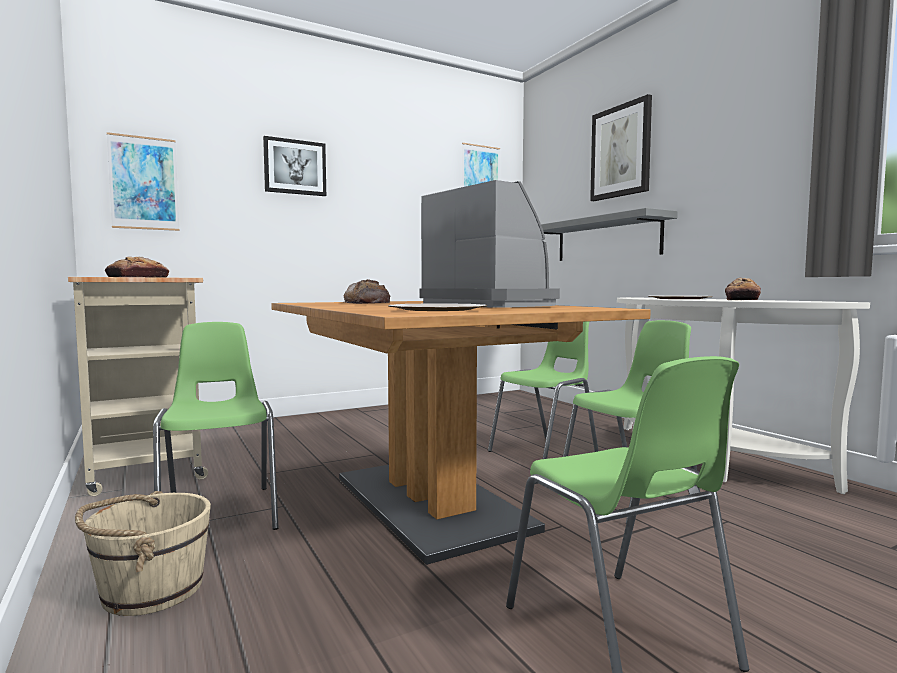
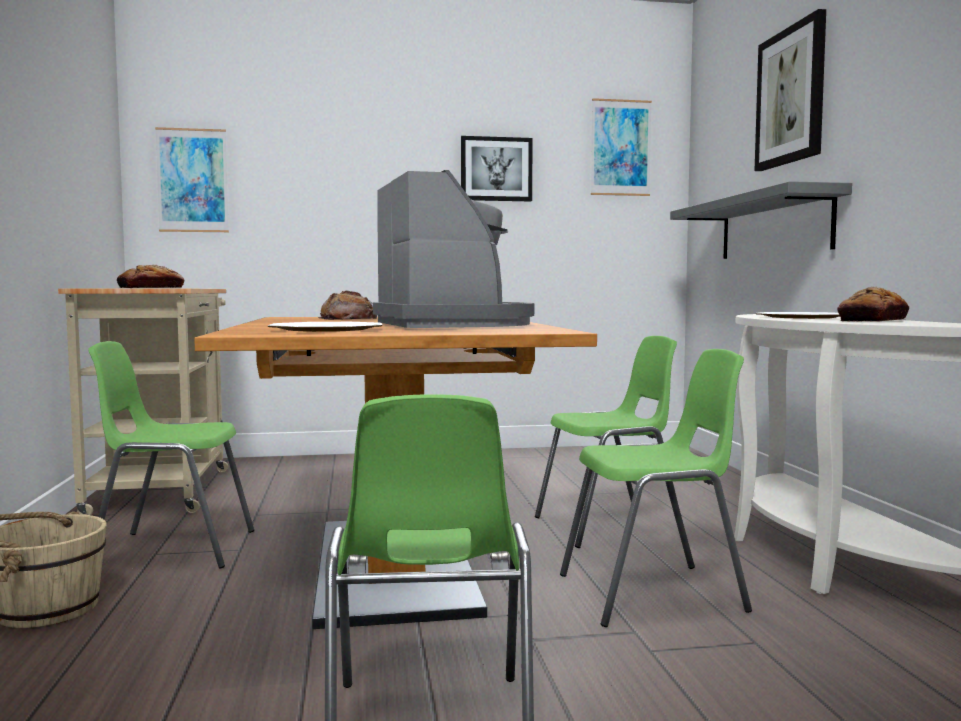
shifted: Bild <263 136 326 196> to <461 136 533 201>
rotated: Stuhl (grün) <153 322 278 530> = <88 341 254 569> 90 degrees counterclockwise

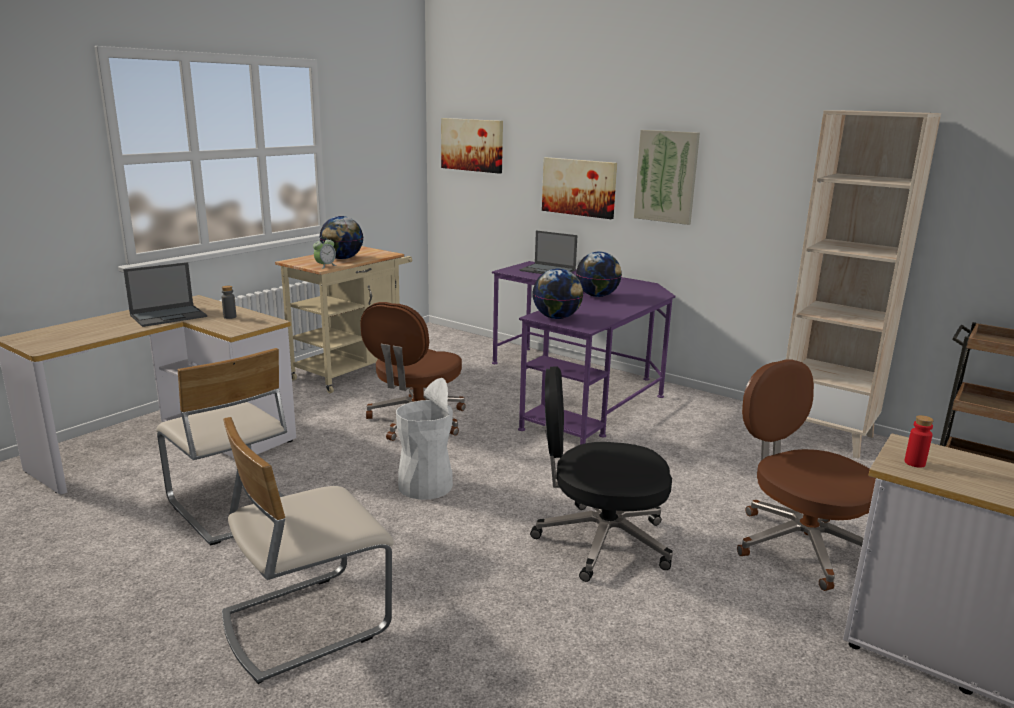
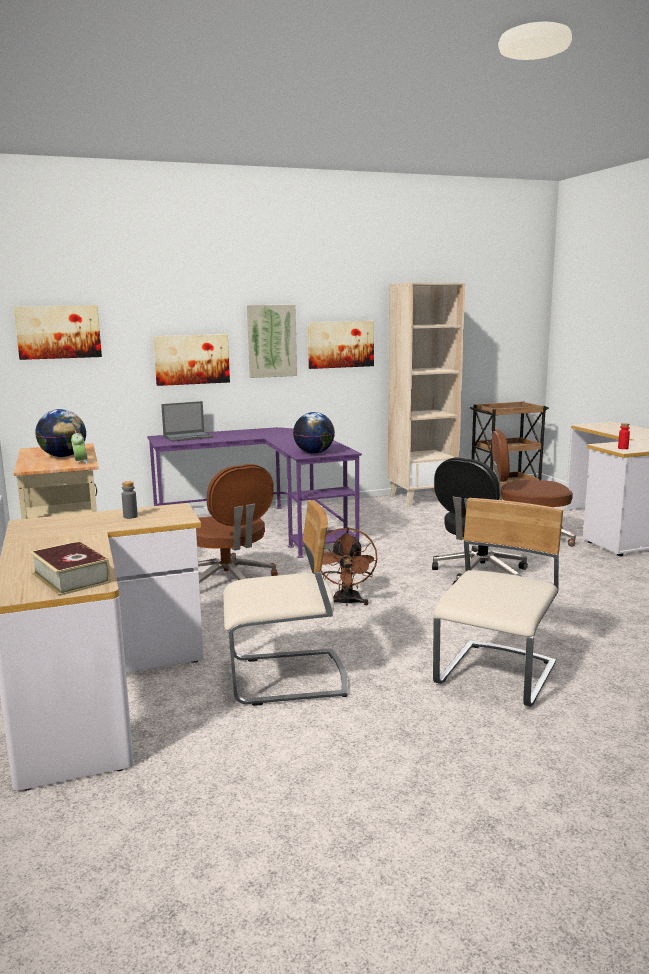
gone: Laptop <123 262 207 327>; Globus <576 251 622 297>
new: Buch <29 541 111 596>; Bild <308 321 374 369>
swapped: Mülleimer (weiß) <396 378 453 500> to Ventilator (braun) <321 527 377 606>
rotated: Stuhl (beige) <222 417 394 684> = <433 498 563 707> 150 degrees counterclockwise

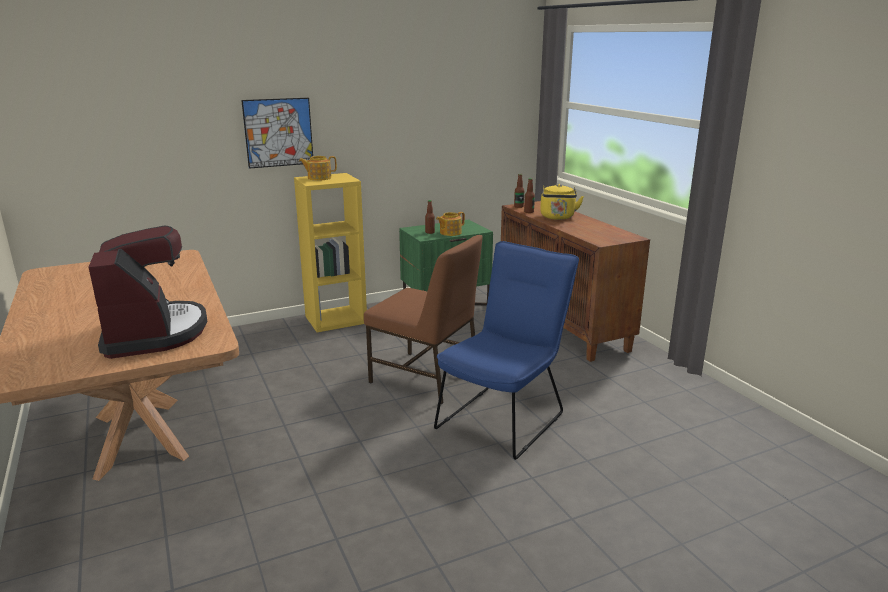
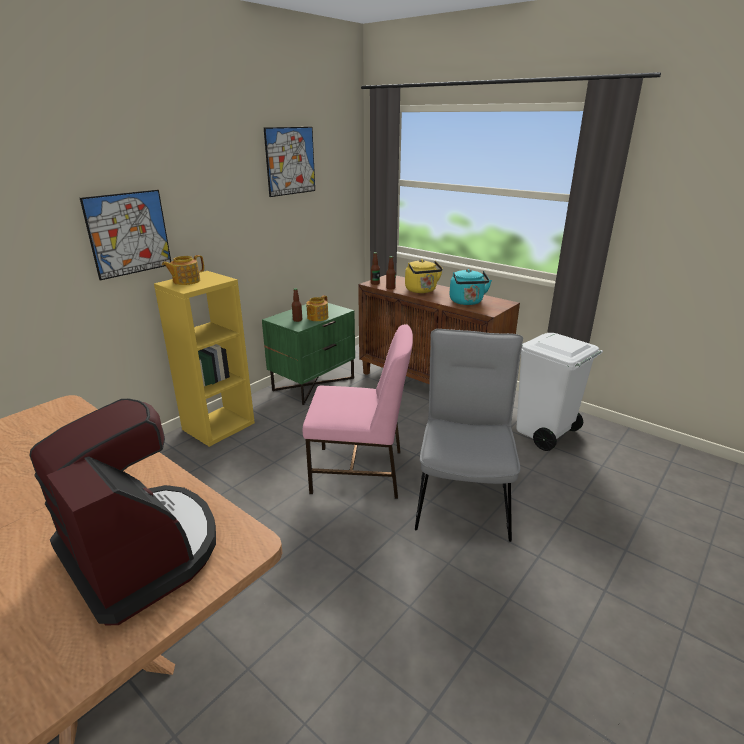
new: Bild <264 127 315 197>; Wasserkessel (türkis) <449 269 492 305>; Mülleimer (weiß) <516 333 603 451>
repainted: Stuhl (braun) <364 235 483 404> to Stuhl (rosa) <303 324 413 499>; Stuhl (blau) <434 241 579 460> to Stuhl (grau) <415 329 523 542>

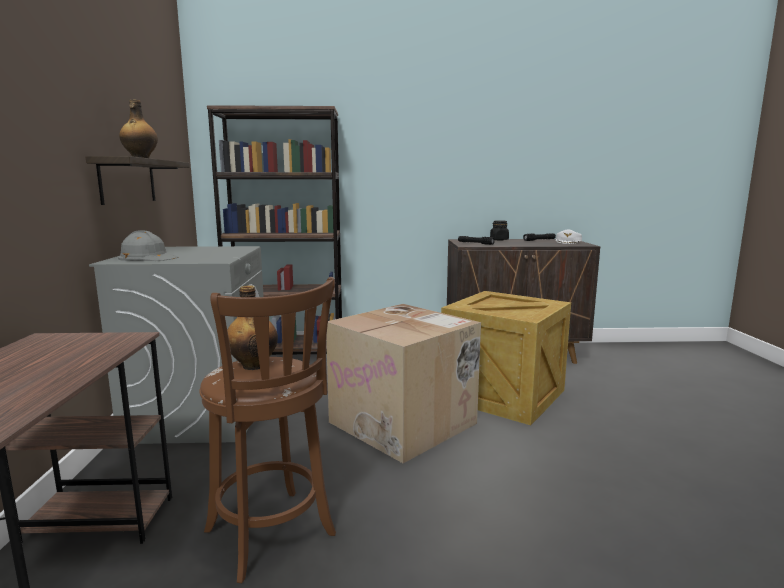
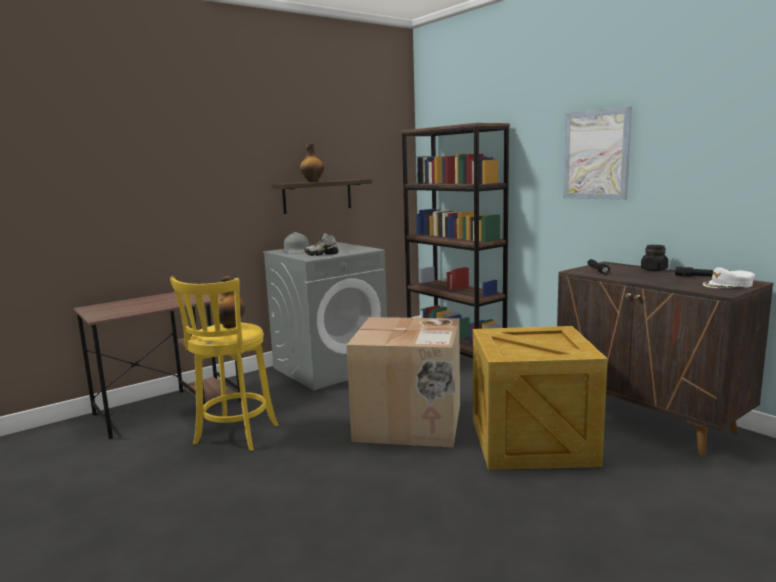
new: Schuh <304 233 339 256>; Bild <563 106 632 200>
repainted: Hocker (braun) <199 277 336 583> to Hocker (gelb) <170 276 279 451>

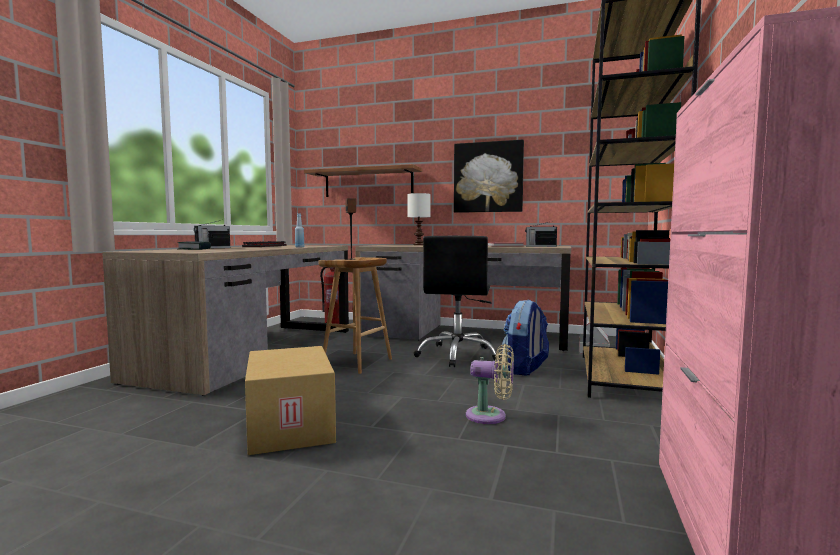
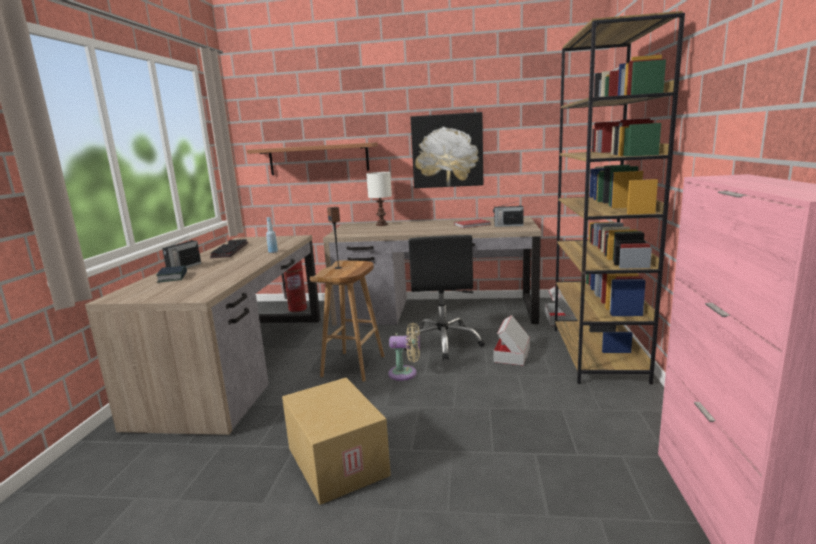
shifted: Ventilator (beige) <466 344 514 424> to <388 323 420 381>
swapped: Rucksack <501 300 549 376> to Karton <493 315 530 366>

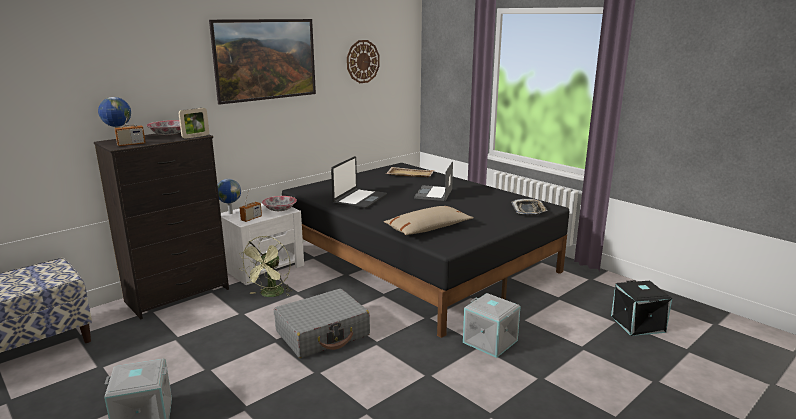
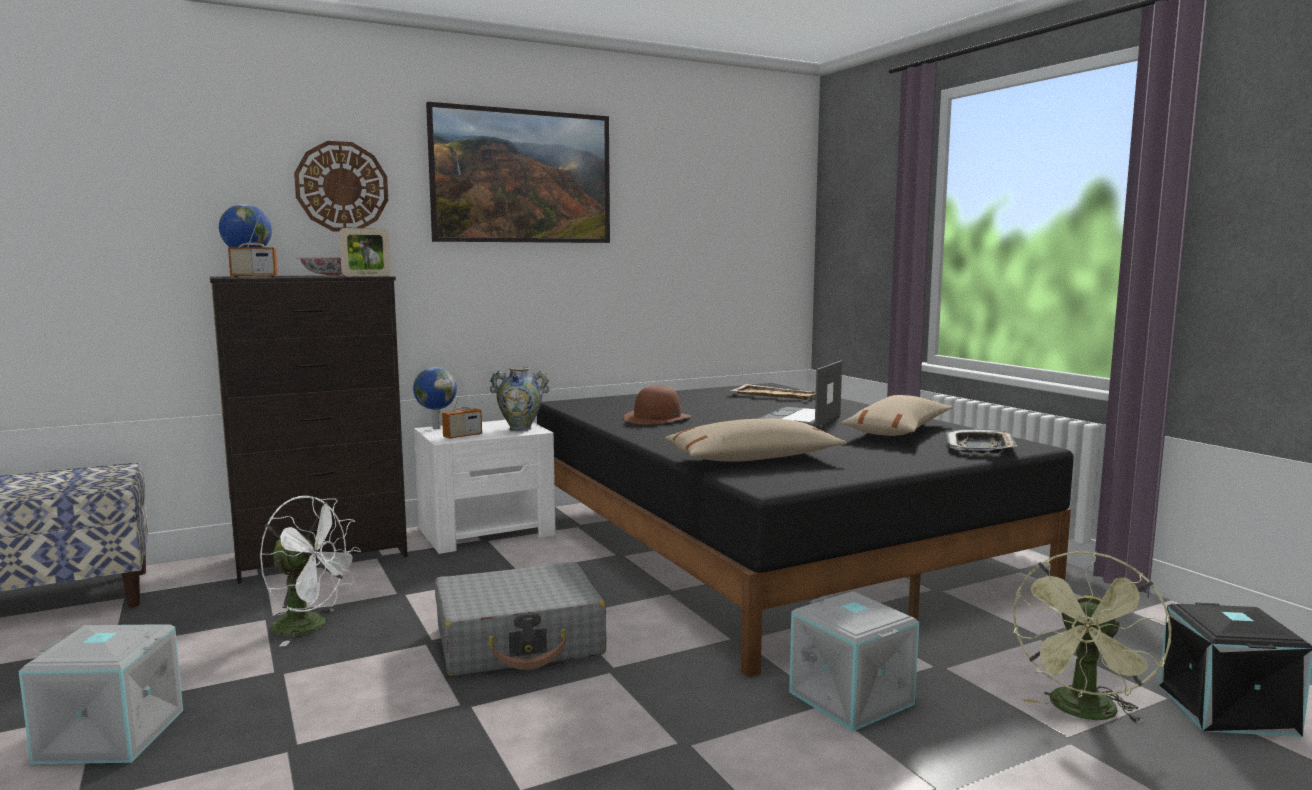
new: Ventilator (weiß) <259 496 361 647>; Kissen (beige) <841 395 953 436>
shifted: Ventilator (grün) <239 236 293 297> to <1012 551 1171 724>; Wanduhr <347 40 380 83> to <294 141 388 232>
swapped: Schüssel <262 196 297 211> to Vase <490 366 550 431>; Laptop <331 156 387 209> to Hut (braun) <623 385 691 425>

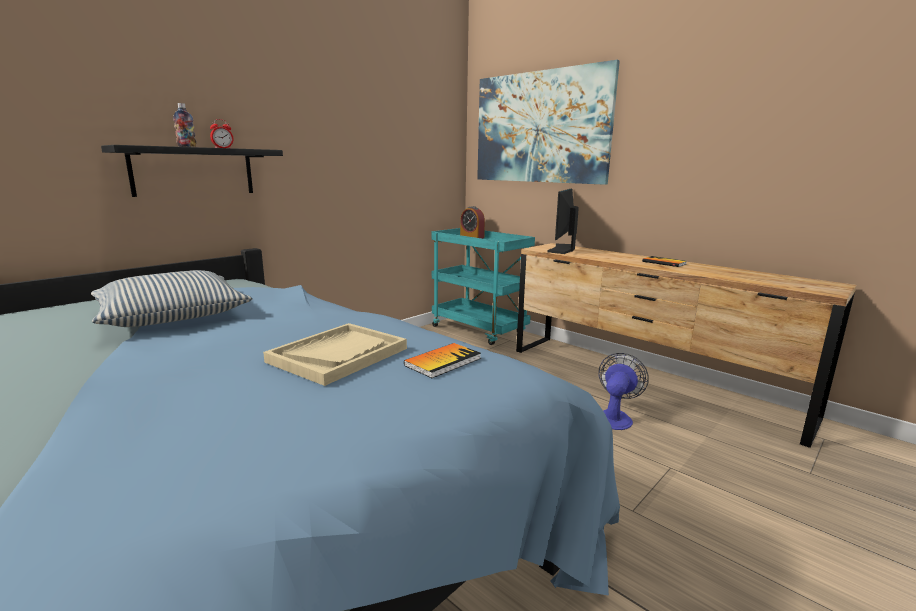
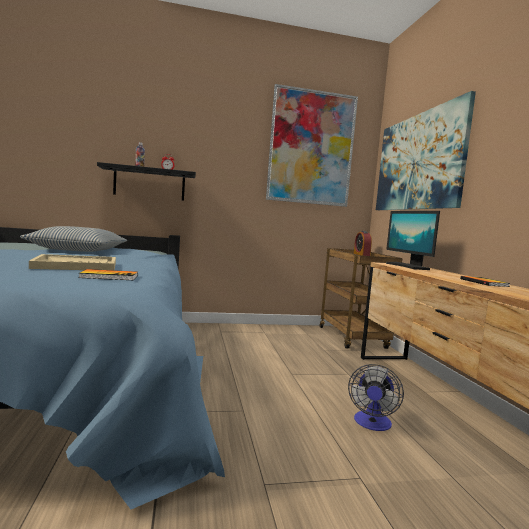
new: Bild <266 84 358 207>
repainted: Rollwagen (türkis) <431 228 535 345> to Rollwagen (braun) <320 248 402 349>
rotated: Monitor <547 189 578 254> = <386 211 440 270> 75 degrees counterclockwise; Ventilator <598 353 649 430> = <348 364 404 431> 135 degrees clockwise

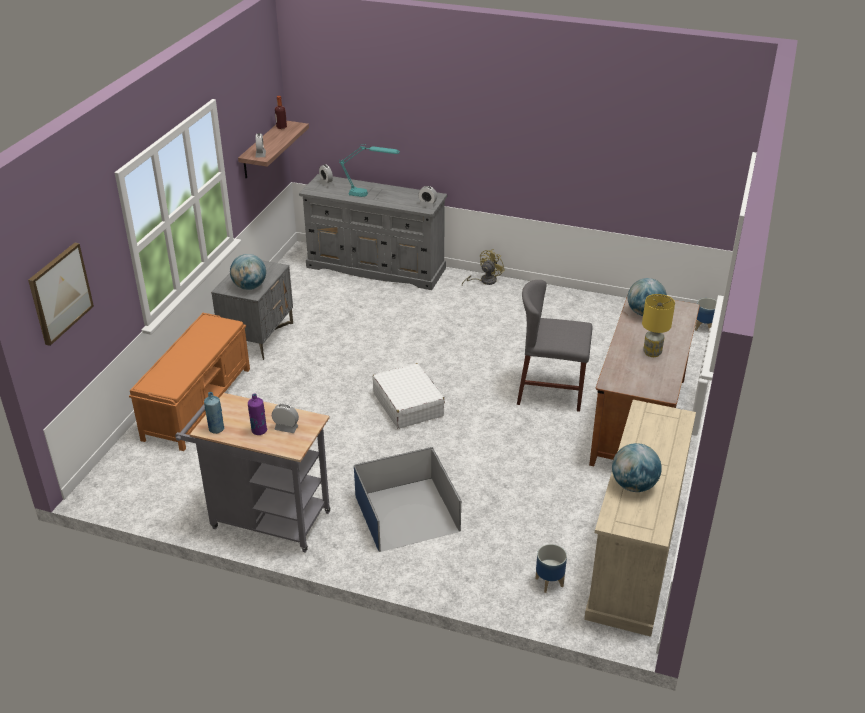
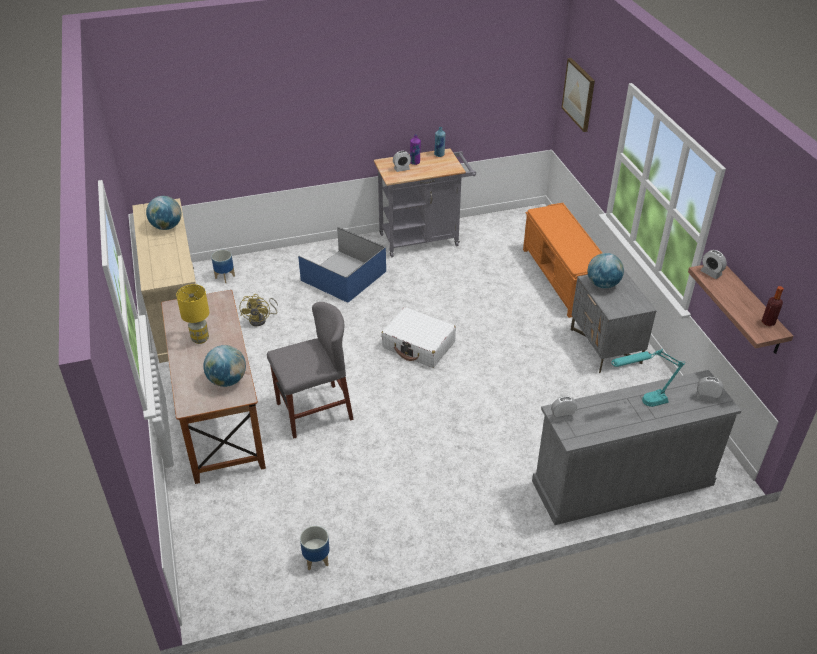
shifted: Ventilator (gelb) <462 249 505 285> to <240 294 278 326>; Pflanzkübel <695 298 717 331> to <300 526 330 570>

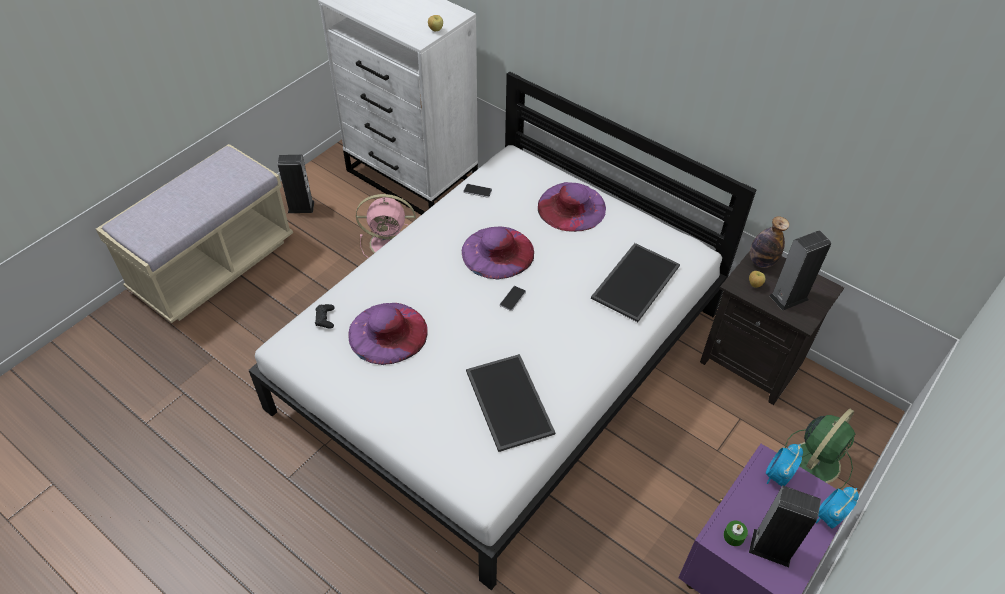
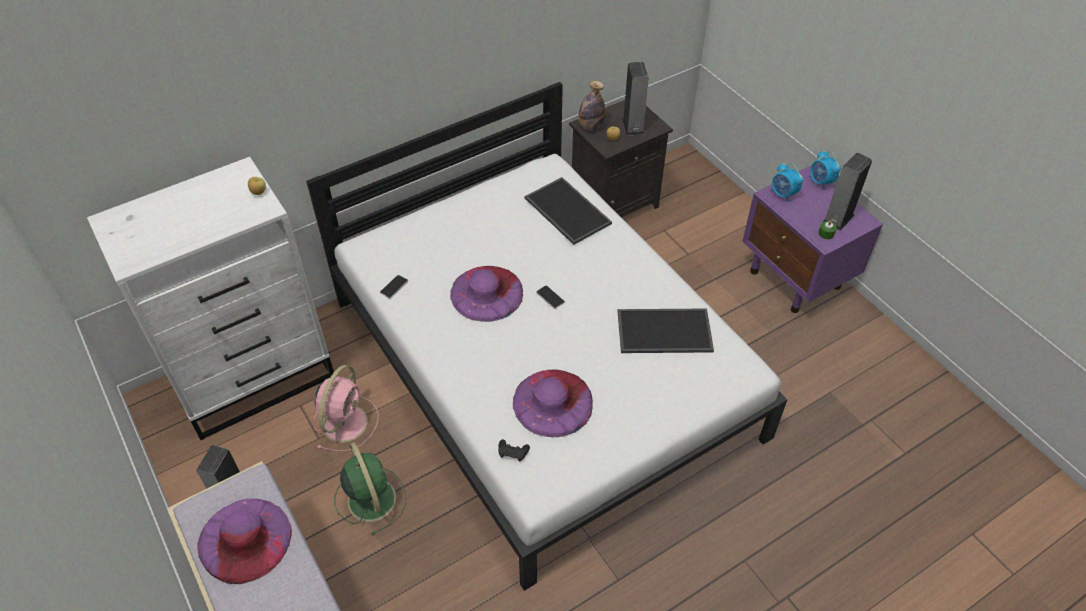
shifted: Hut (lila) <538 182 606 232> to <197 499 292 584>; Ventilator (grün) <785 409 855 489> to <334 442 406 536>

